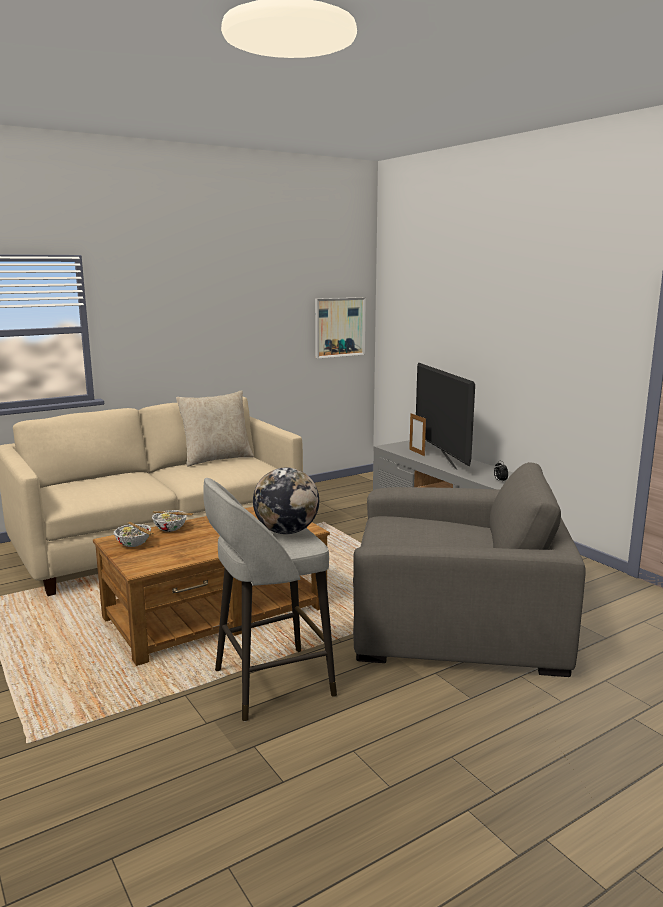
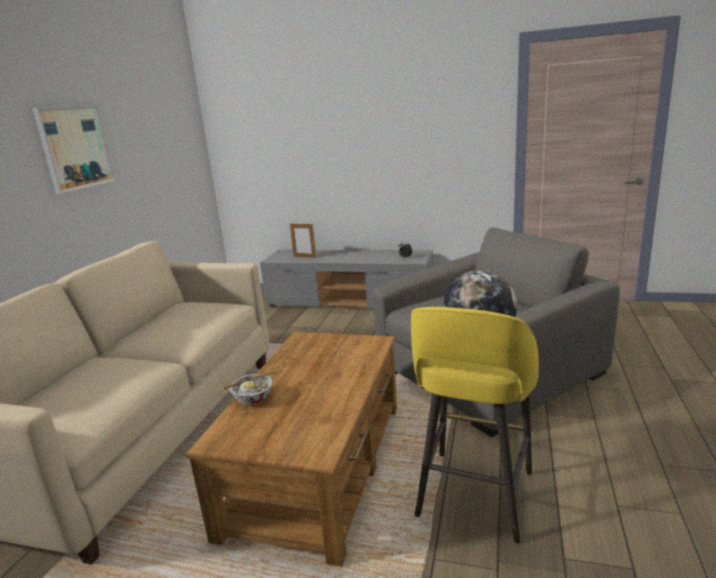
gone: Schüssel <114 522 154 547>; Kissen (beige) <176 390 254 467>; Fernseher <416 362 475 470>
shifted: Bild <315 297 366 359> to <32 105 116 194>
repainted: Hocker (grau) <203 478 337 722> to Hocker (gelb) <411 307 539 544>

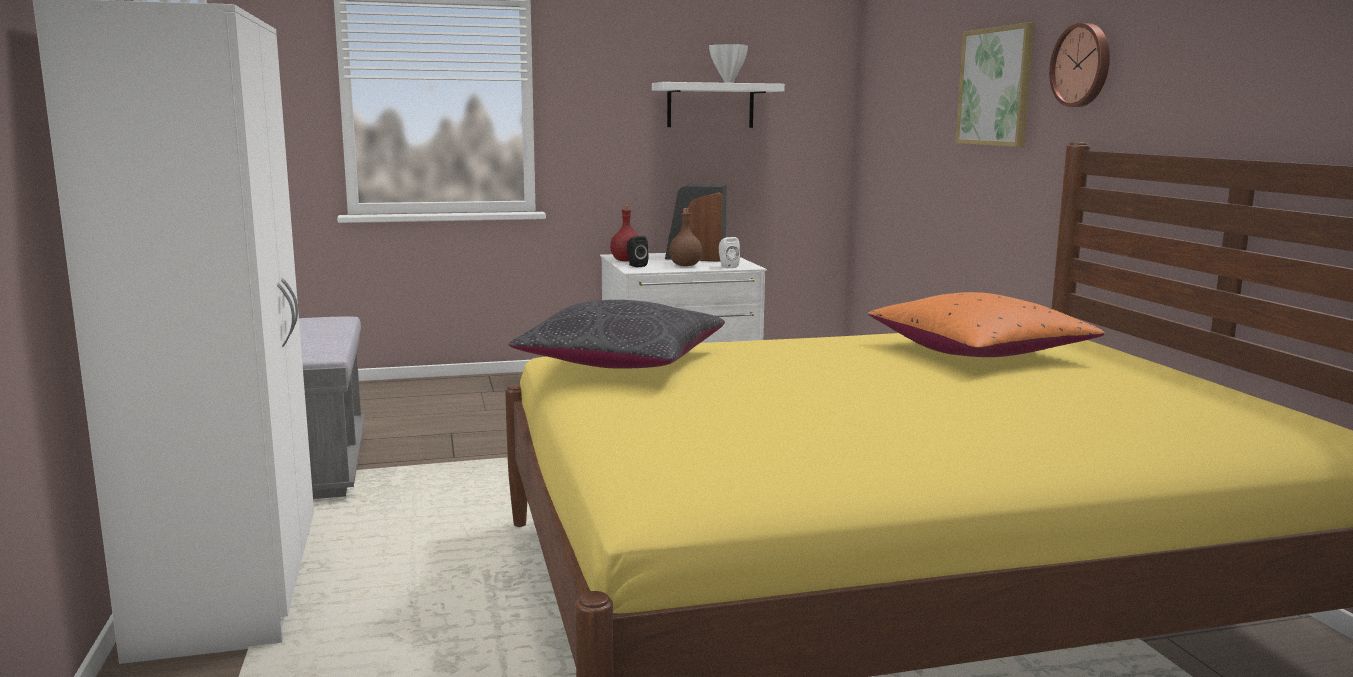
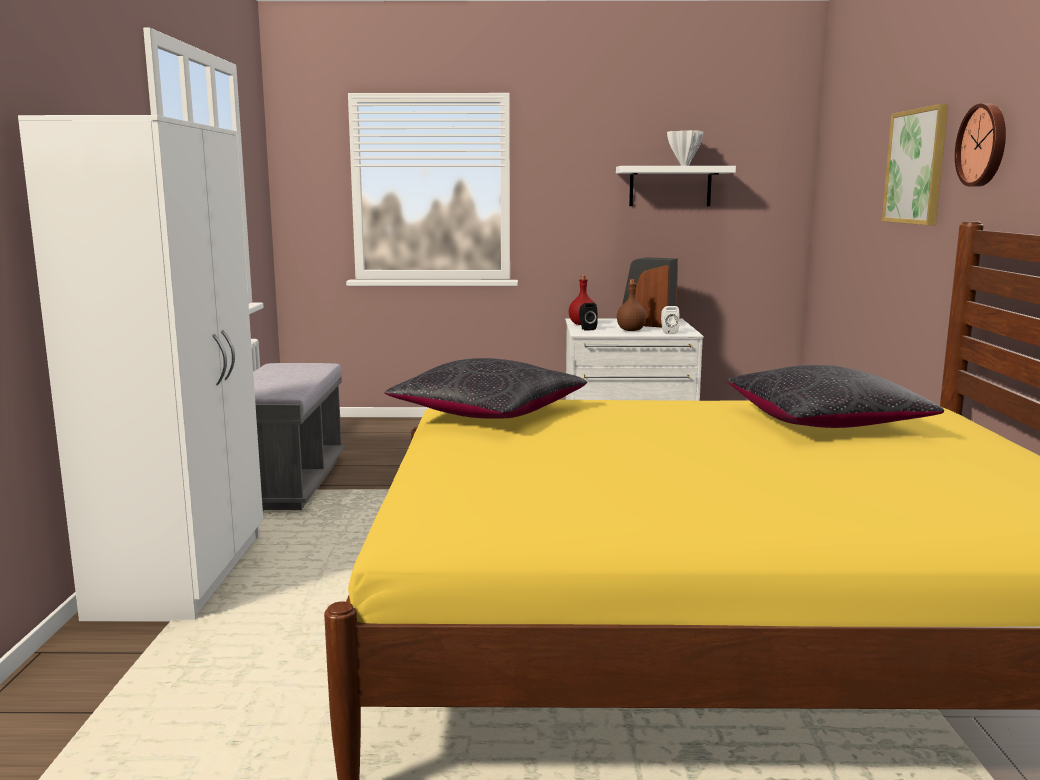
repainted: Kissen (orange) <868 292 1104 357> to Kissen (schwarz) <726 365 944 428>

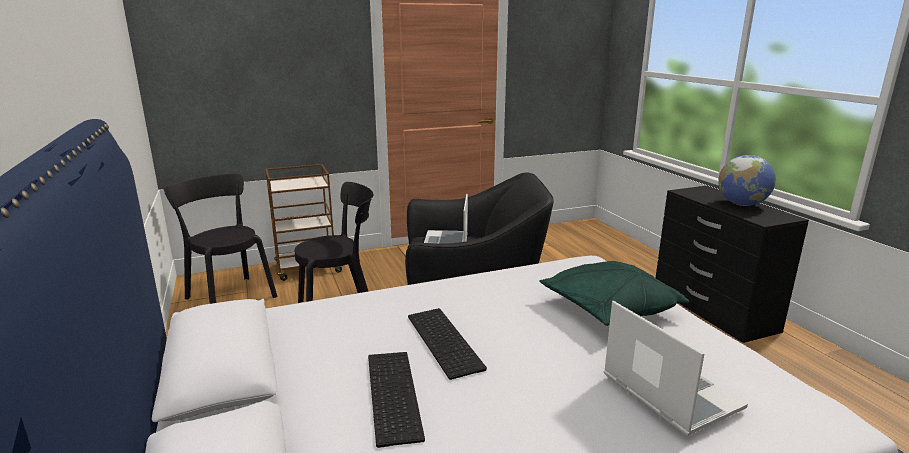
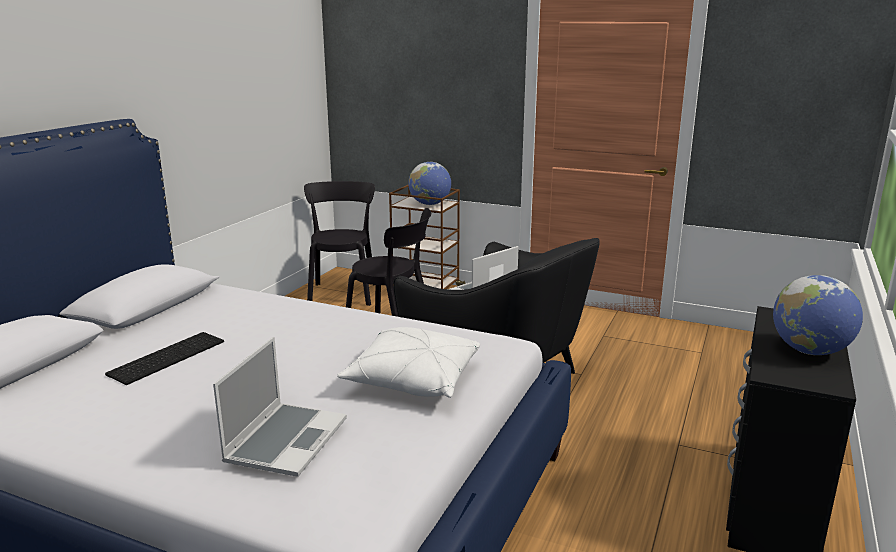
gone: Tastatur <408 308 487 380>
new: Globus <408 162 451 205>
repainted: Kissen (grün) <539 261 689 326> to Kissen (weiß) <337 327 480 398>

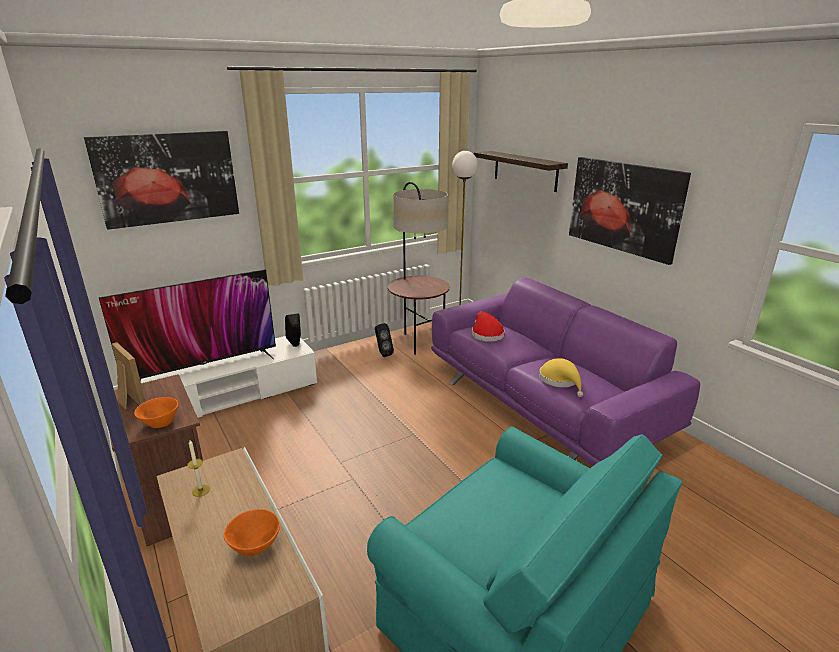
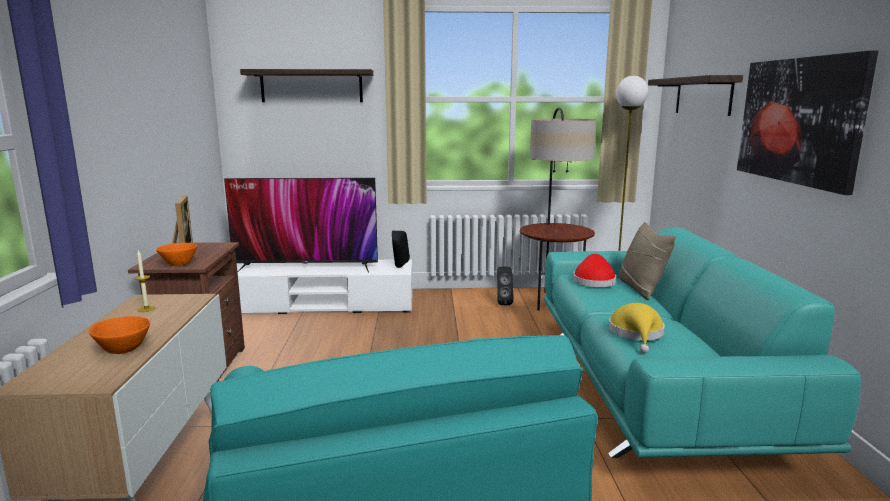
new: Kissen (beige) <619 222 676 300>
swapped: Bild <84 131 239 230> to Wandregal <240 69 373 102>
repainted: Sofa (lila) <431 278 700 466> to Sofa (türkis) <544 227 861 458>

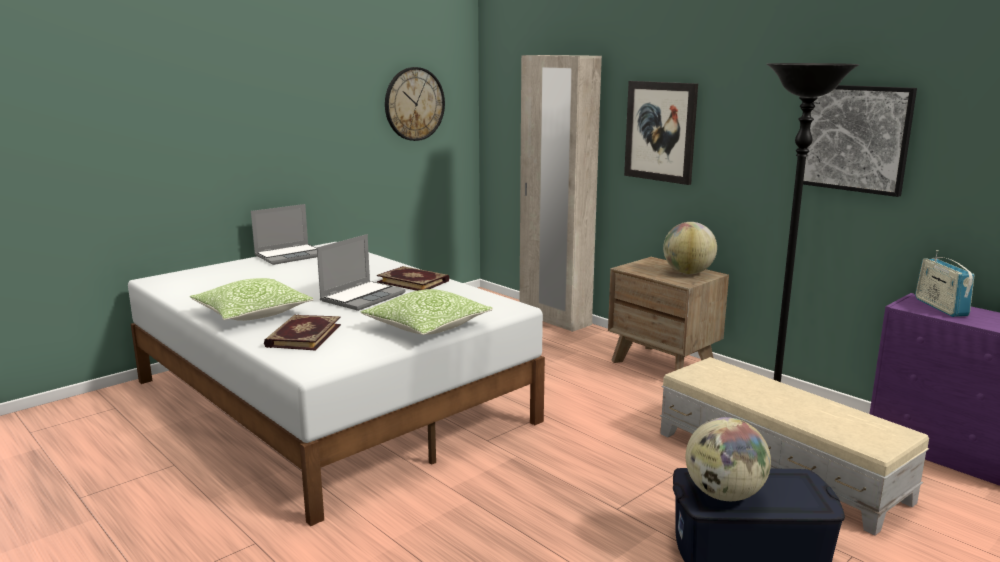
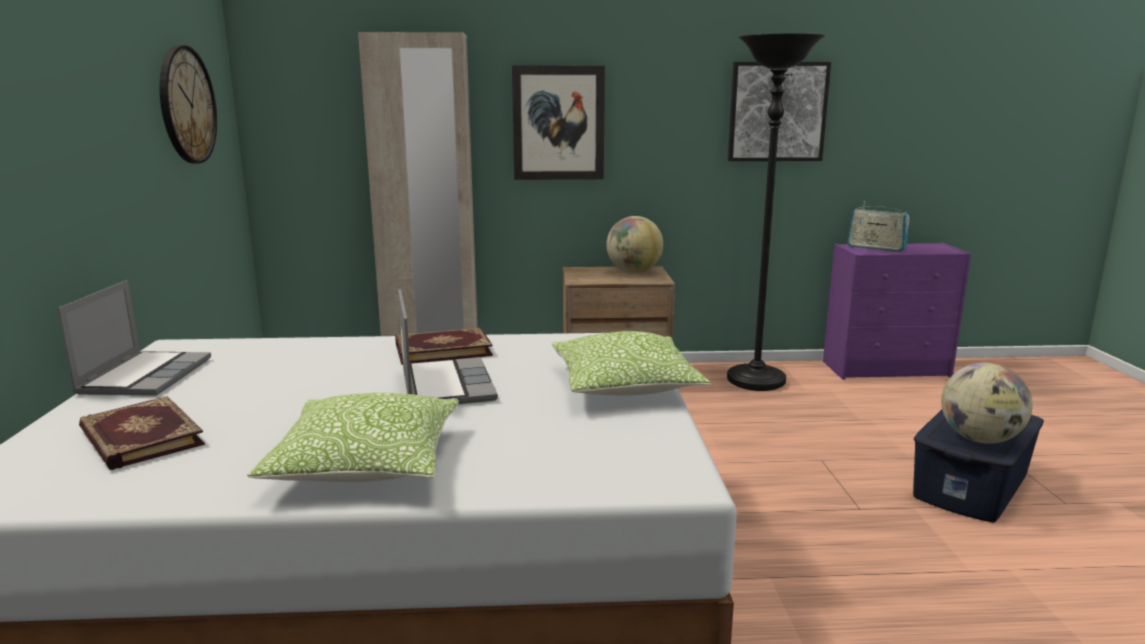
gone: Polsterhocker (beige) <660 357 929 535>
shifted: Buch <264 314 341 351> to <79 396 205 470>

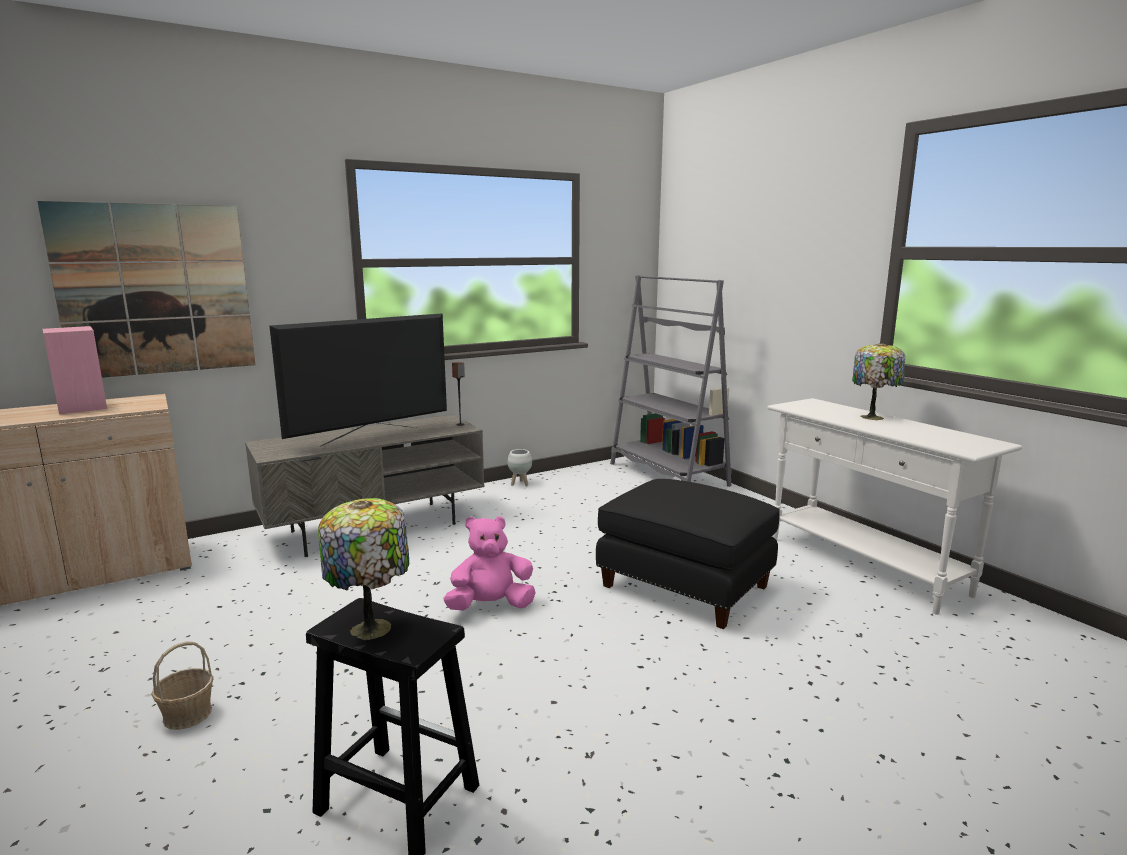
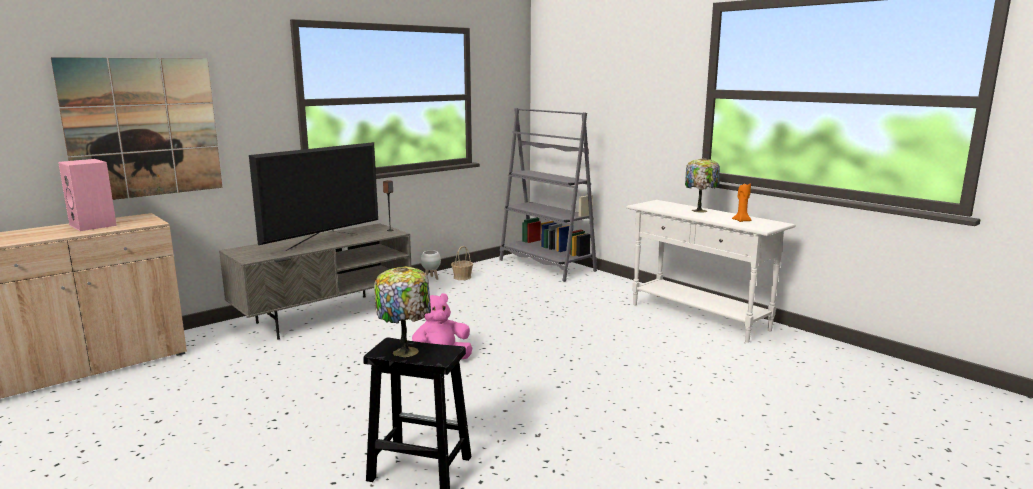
gone: Polsterhocker (schwarz) <596 479 780 629>
new: Kerze (orange) <732 183 751 222>
shifted: Korb <151 641 214 730> to <451 246 473 280>

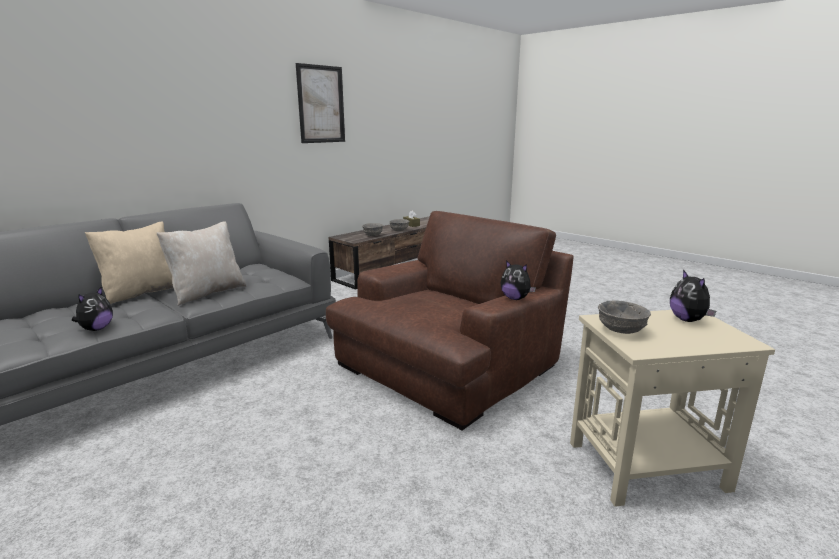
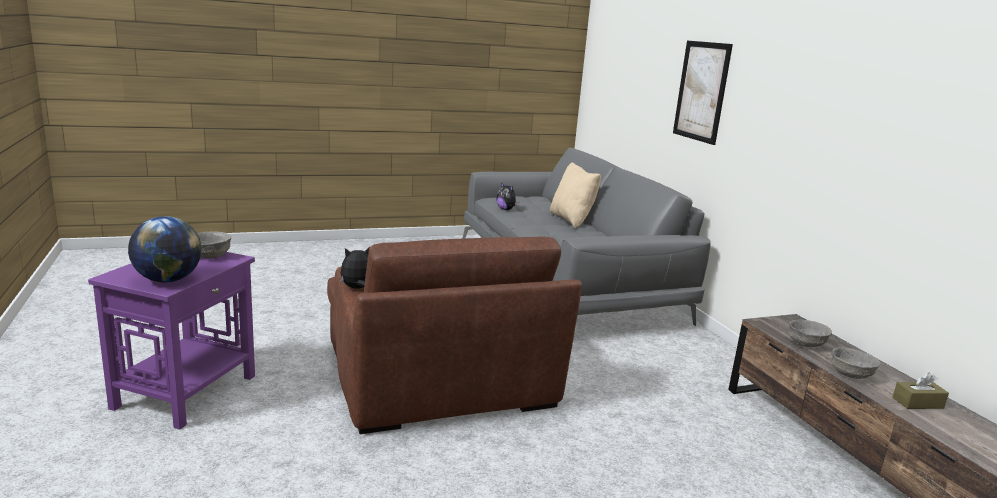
gone: Kissen (beige) <157 221 247 306>
shifted: Bild <296 63 345 143> to <673 41 733 145>
swapped: Plüschtier <670 269 716 322> to Globus <128 216 202 283>
repainted: Beistelltisch (beige) <570 310 775 507> to Beistelltisch (lila) <88 252 255 429>

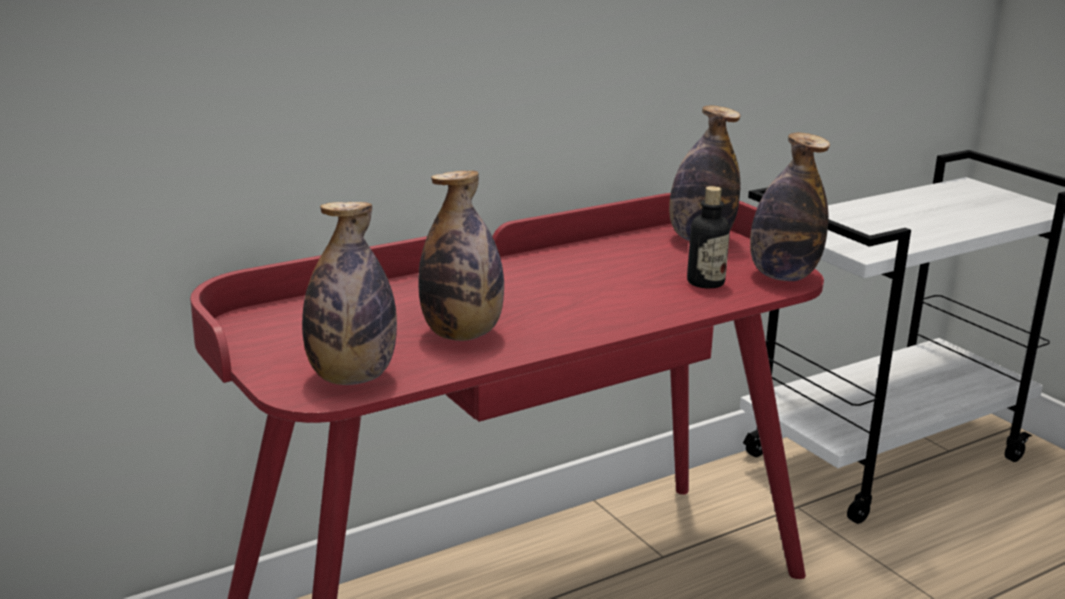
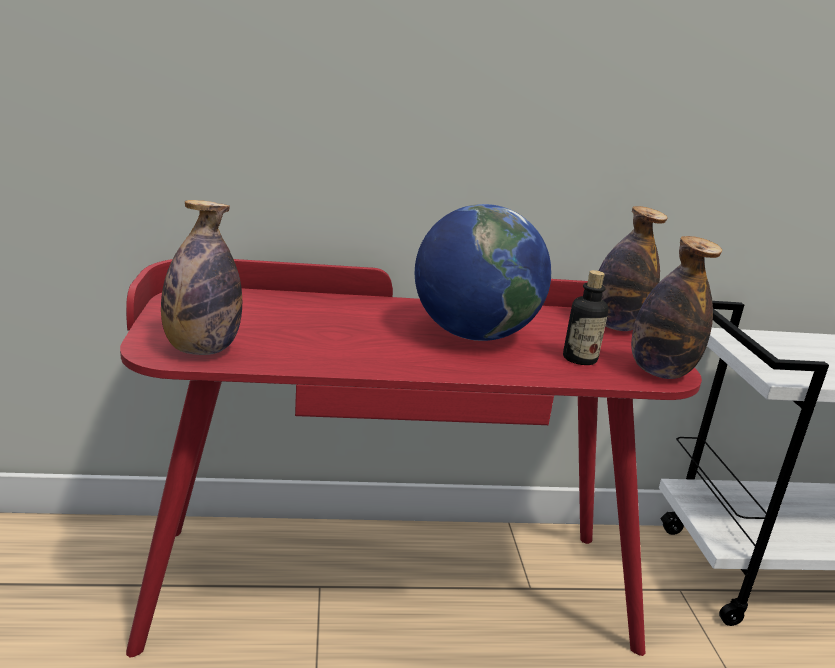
gone: Flasche <418 171 504 341>
new: Globus <415 204 551 341>

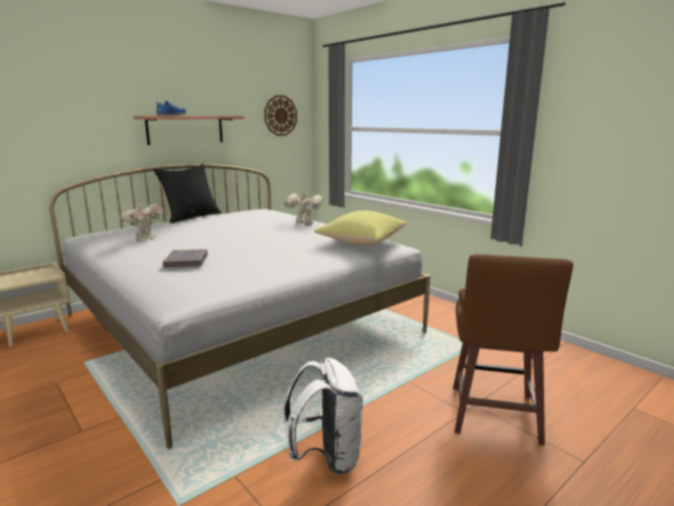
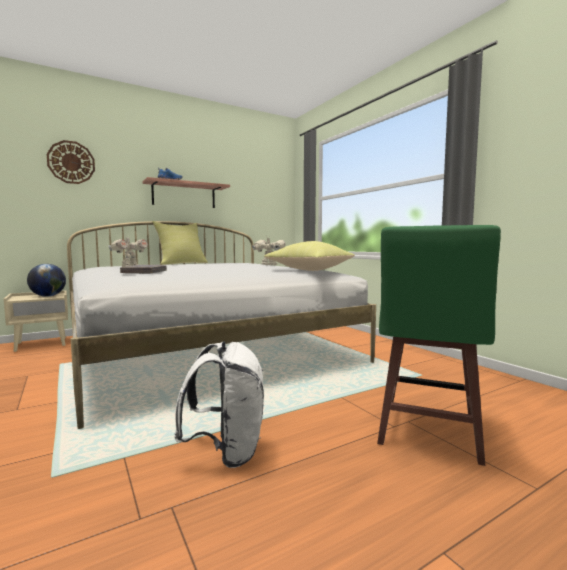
new: Globus <27 264 66 297>
shifted: Wanduhr <264 95 297 136> to <47 140 95 184>
repainted: Kissen (schwarz) <153 163 221 223> to Kissen (gelb) <152 221 208 265>; Hocker (braun) <453 254 573 445> to Hocker (grün) <377 225 501 466>

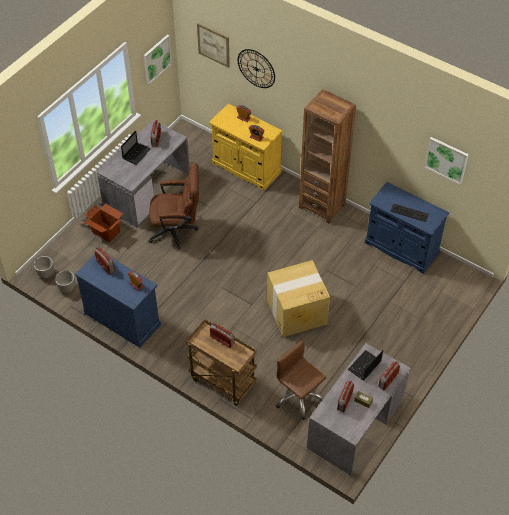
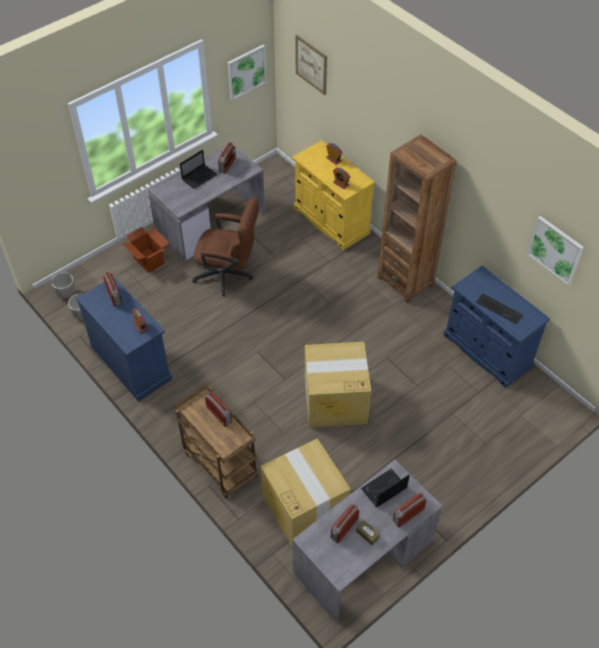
gone: Wanduhr <238 49 275 88>
swapped: Bürostuhl (braun) <276 340 326 420> to Karton <260 438 351 547>

